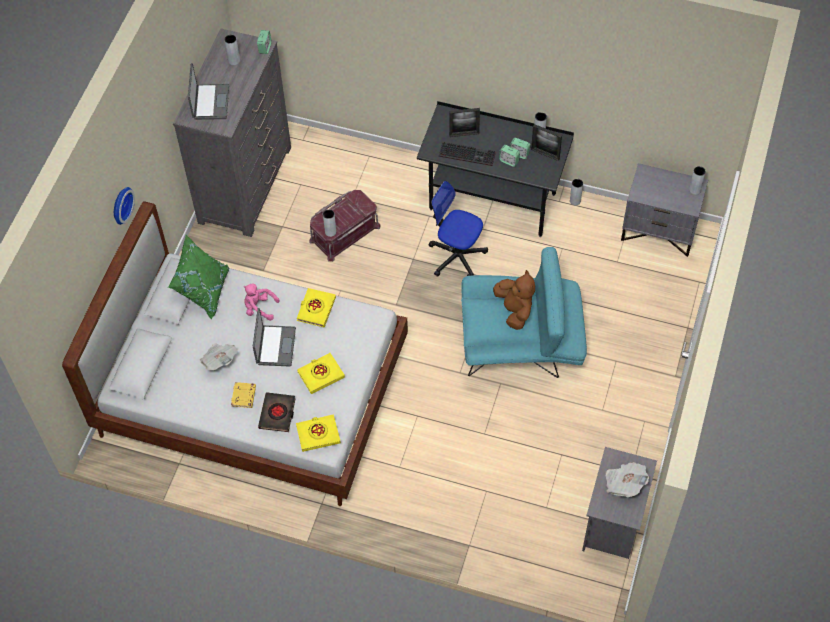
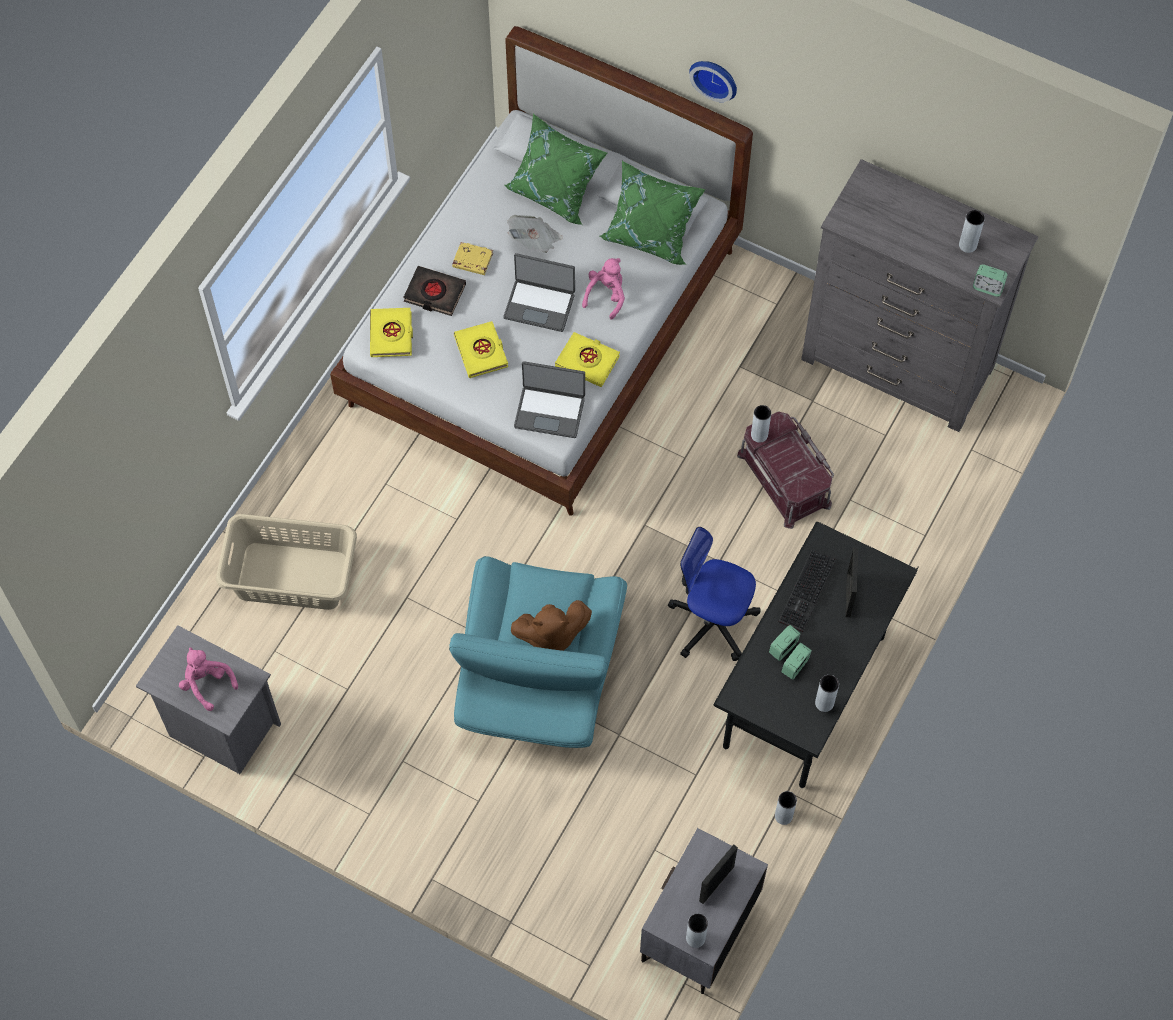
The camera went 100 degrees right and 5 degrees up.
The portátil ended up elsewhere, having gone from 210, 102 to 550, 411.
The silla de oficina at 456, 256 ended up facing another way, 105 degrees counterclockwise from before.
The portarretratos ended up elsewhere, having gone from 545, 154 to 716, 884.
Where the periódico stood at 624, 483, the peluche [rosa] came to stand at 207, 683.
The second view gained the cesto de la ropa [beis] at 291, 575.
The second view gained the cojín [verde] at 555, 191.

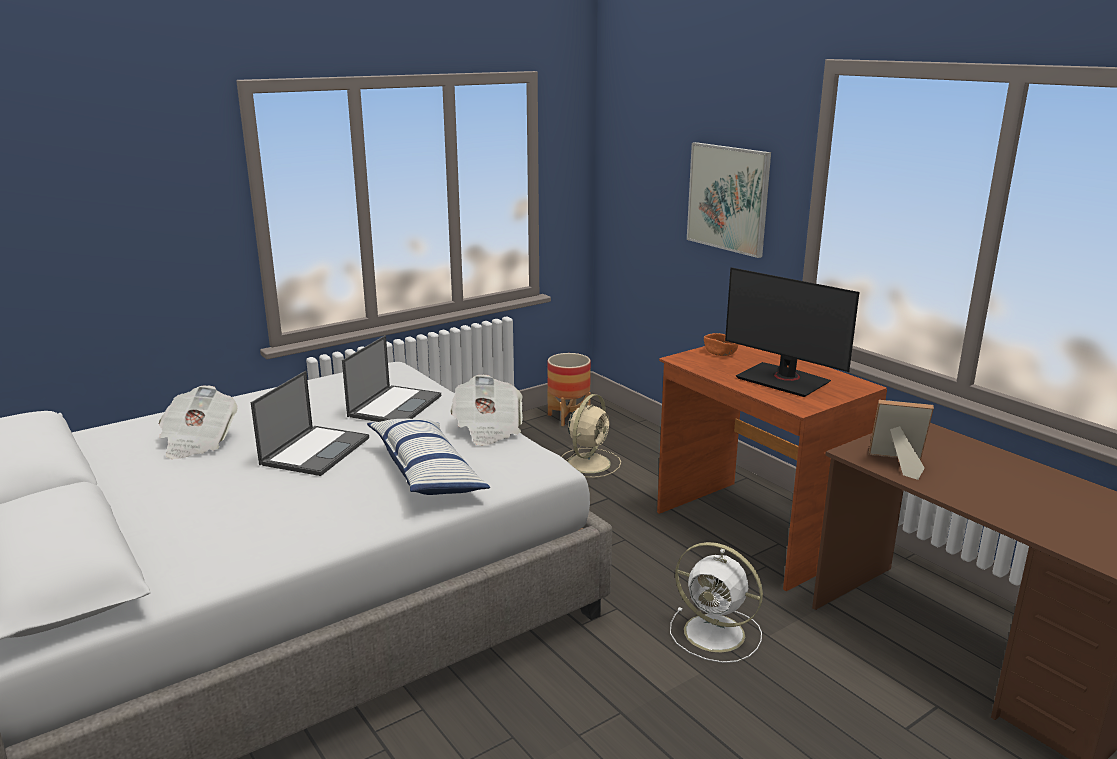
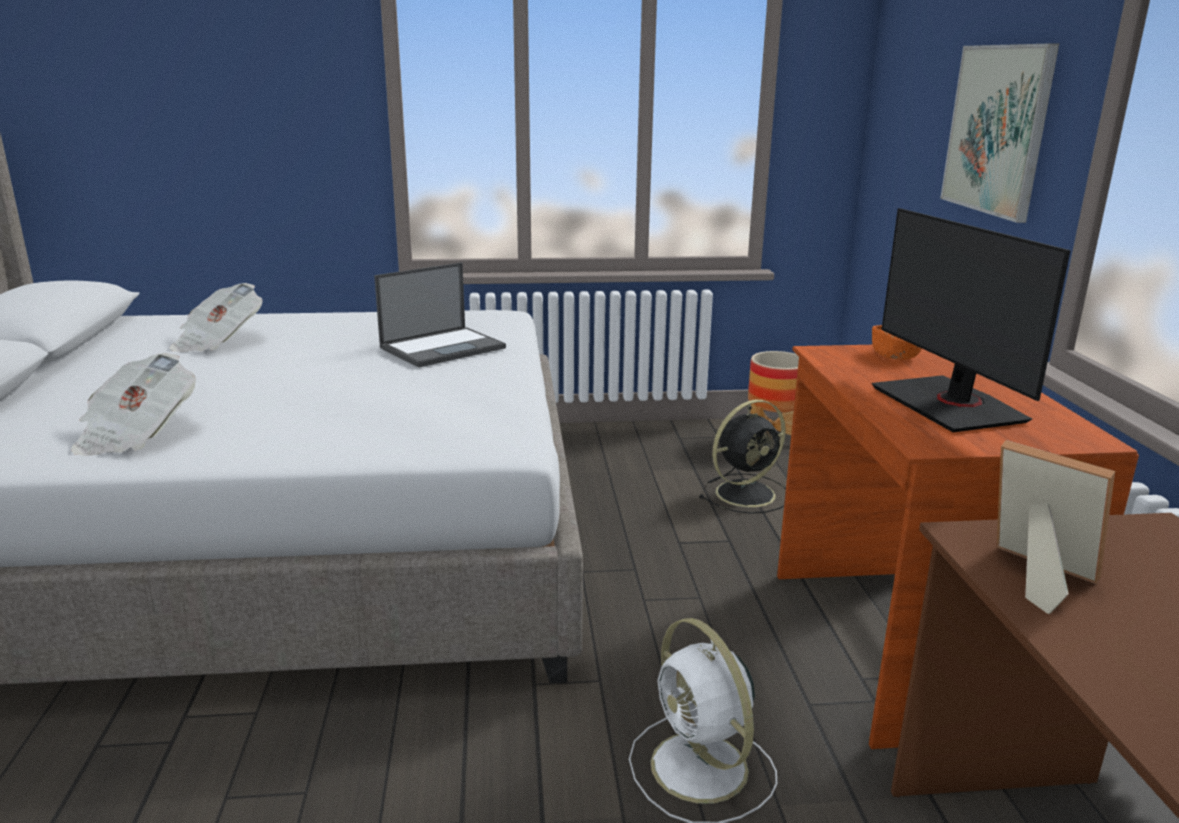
The camera went 30 degrees right and 0 degrees up.
The second view lost the portátil at 316, 450.
The second view lost the cojín at 426, 471.
The periódico ended up elsewhere, having gone from 488, 429 to 136, 435.
What was the ventilador [beis] at 590, 462 turned into the ventilador [negro] at 747, 493.

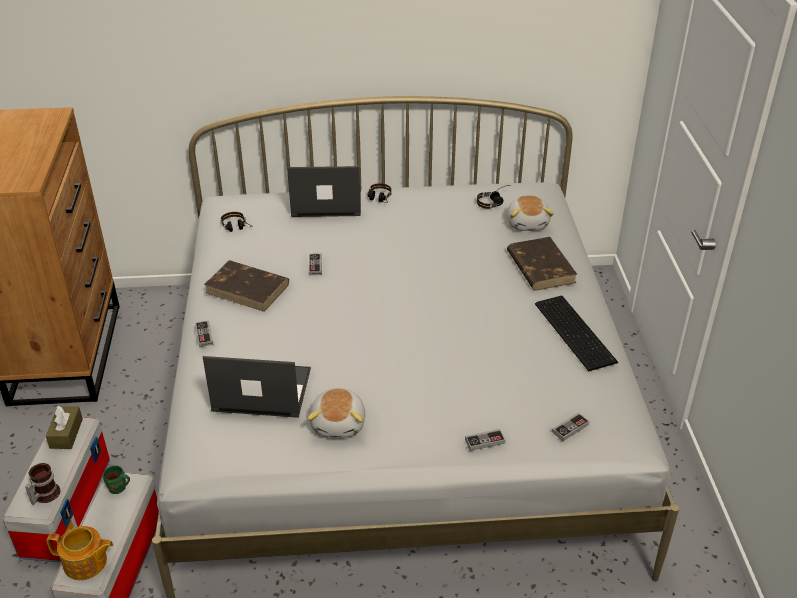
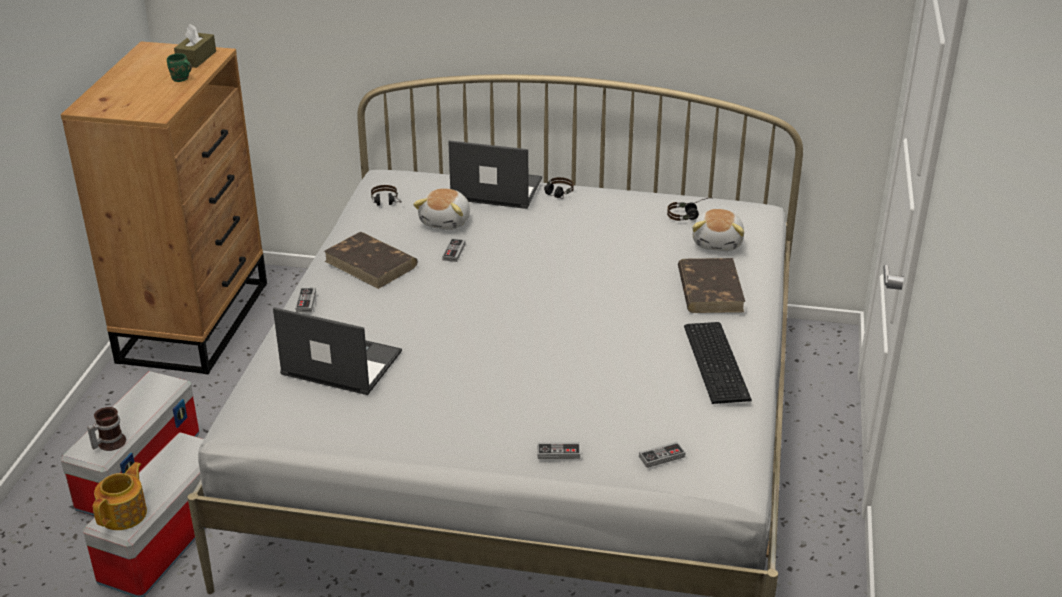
The camera went 15 degrees right and 5 degrees down.
The caja de pañuelos [marrón] ended up elsewhere, having gone from 66, 433 to 196, 58.
The tetera at 86, 563 ended up facing another way, 90 degrees counterclockwise from before.
The taza grande [verde] ended up elsewhere, having gone from 118, 489 to 181, 79.
The peluche ended up elsewhere, having gone from 339, 423 to 446, 221.

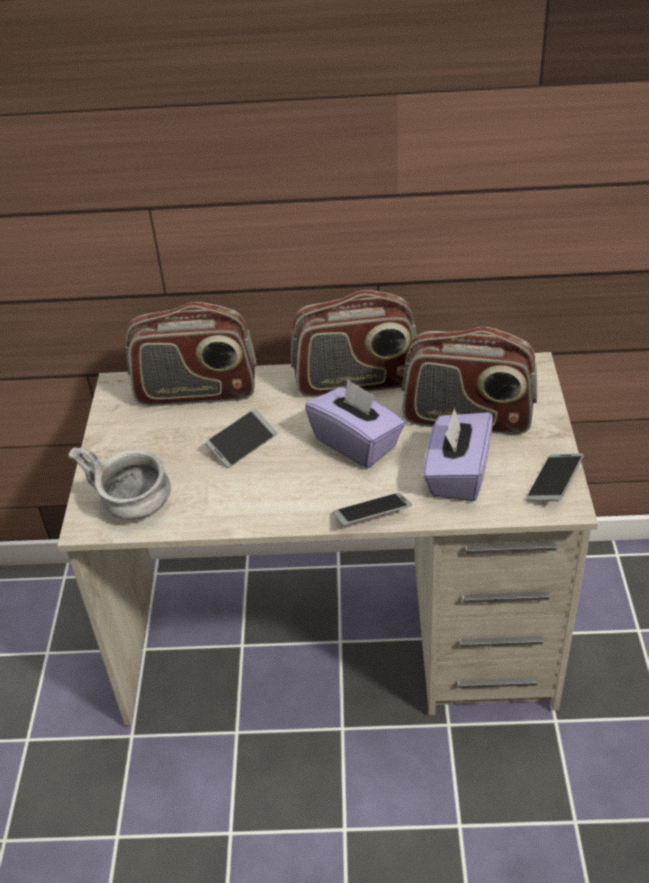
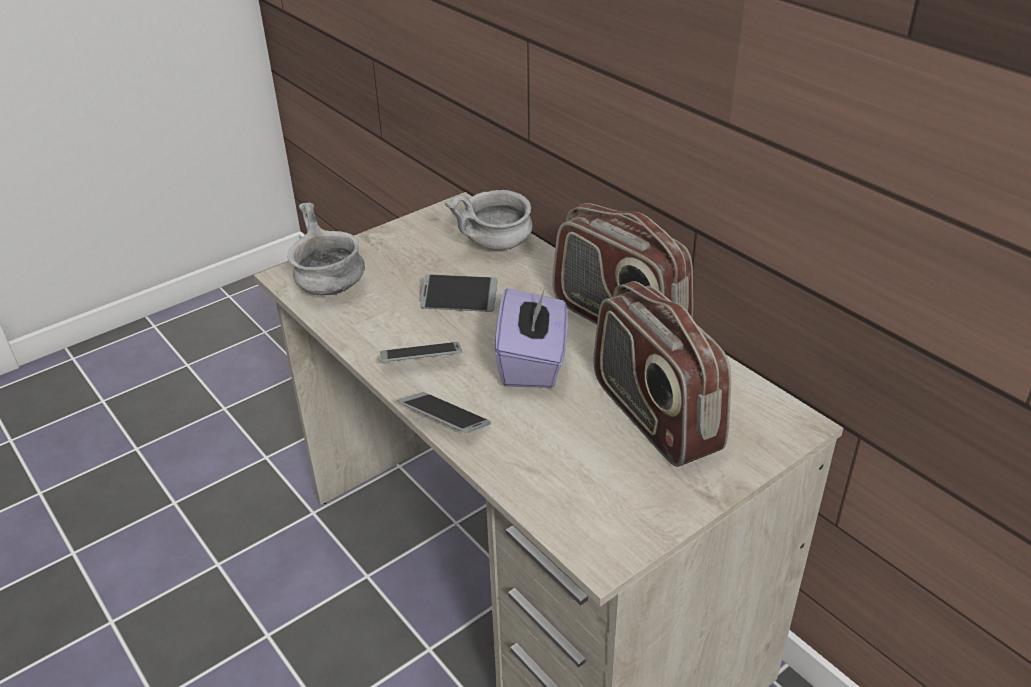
The camera went 50 degrees right and 5 degrees down.
Where the radio stood at 196, 392, the cuenco [gris] came to stand at 497, 245.
The second view lost the caja de pañuelos [morado] at 457, 475.
The móvil ended up elsewhere, having gone from 554, 483 to 421, 359.

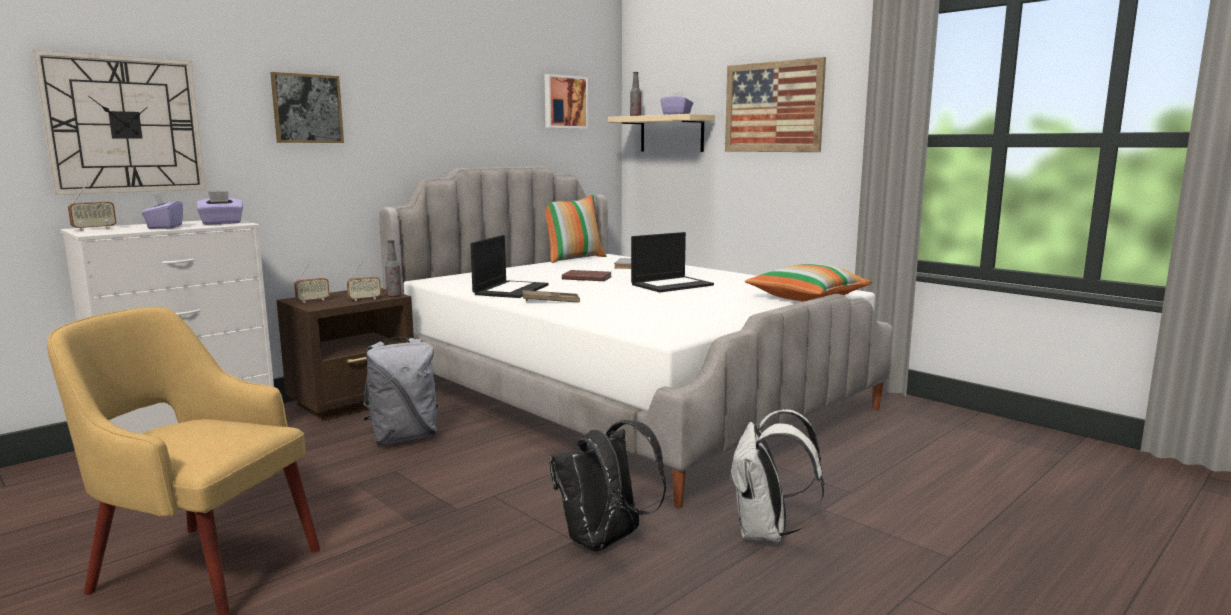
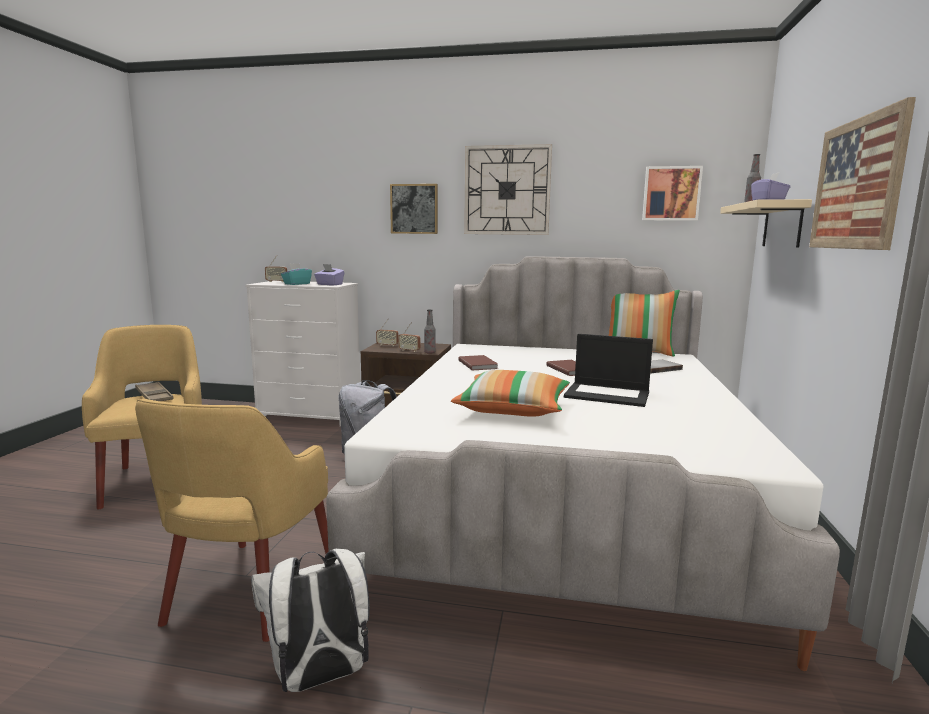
The camera went 55 degrees right and 0 degrees up.
The reloj de pared ended up elsewhere, having gone from 124, 125 to 507, 190.
What was the caja de pañuelos [morado] at 164, 227 turned into the caja de pañuelos [turquesa] at 296, 284.
Where the portátil stood at 511, 289, the libro [marrón] came to stand at 478, 364.
The bandeja [marrón] ended up elsewhere, having gone from 550, 301 to 154, 396.
Where the mochila [negro] stood at 605, 542, the sillón [amarillo] came to stand at 249, 590.
The cojín ended up elsewhere, having gone from 807, 298 to 513, 409.

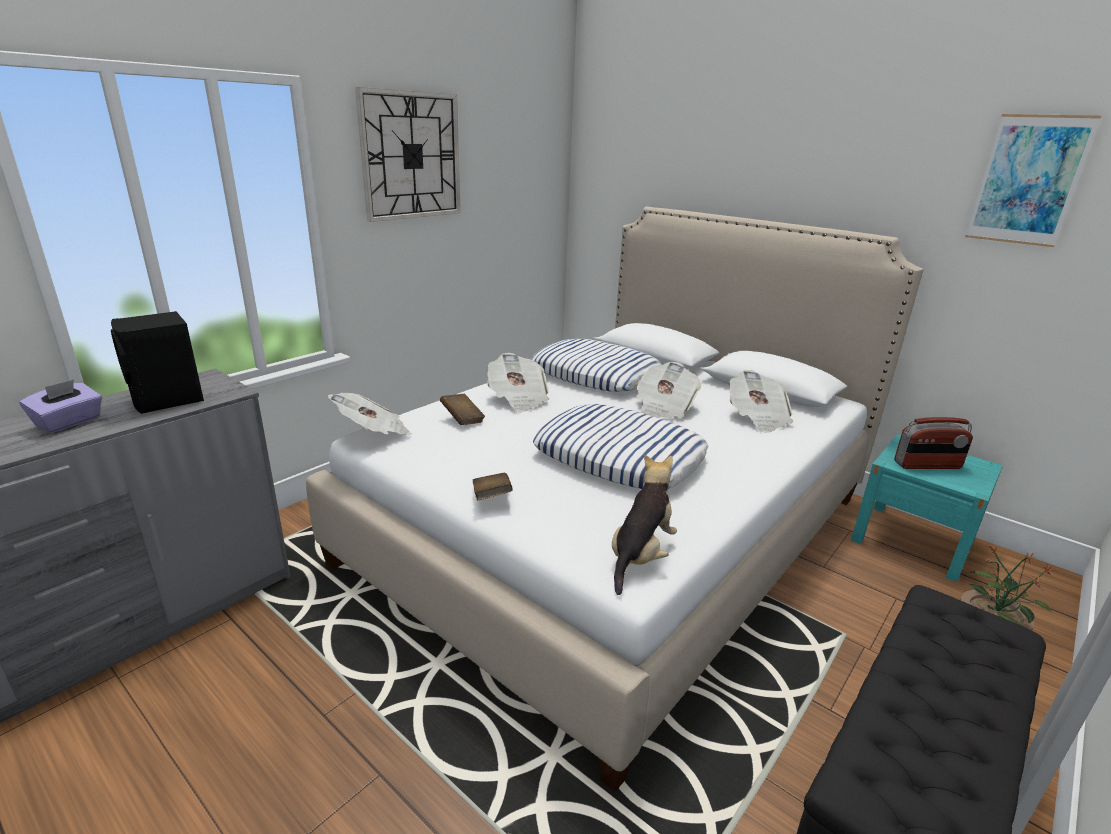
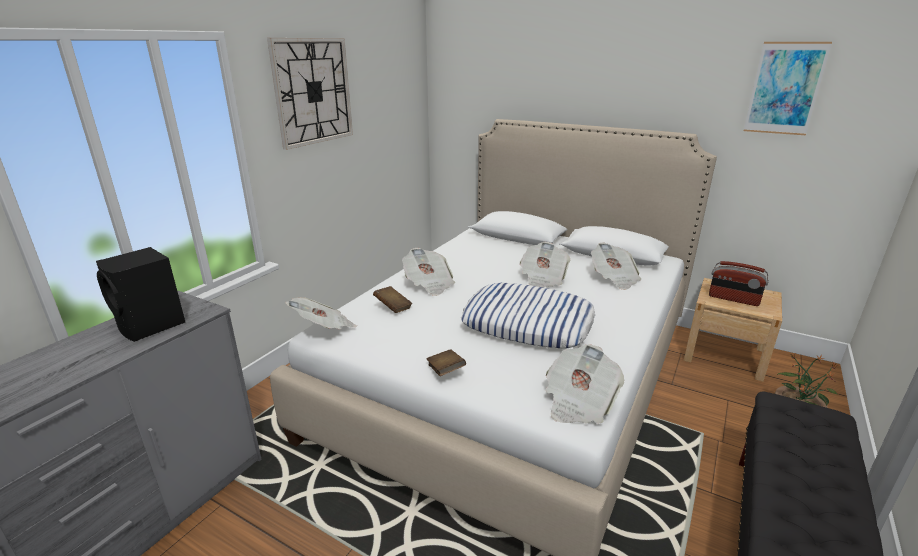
The camera went 10 degrees left and 0 degrees up.
The second view lost the caja de pañuelos [morado] at 69, 422.
The second view lost the cojín at 595, 374.
Where the peluche stood at 640, 555, the periódico came to stand at 578, 402.
What was the mesita de noche [turquesa] at 912, 540 turned into the mesita de noche [beis] at 724, 354.
The radio at 927, 465 ended up facing another way, 45 degrees clockwise from before.

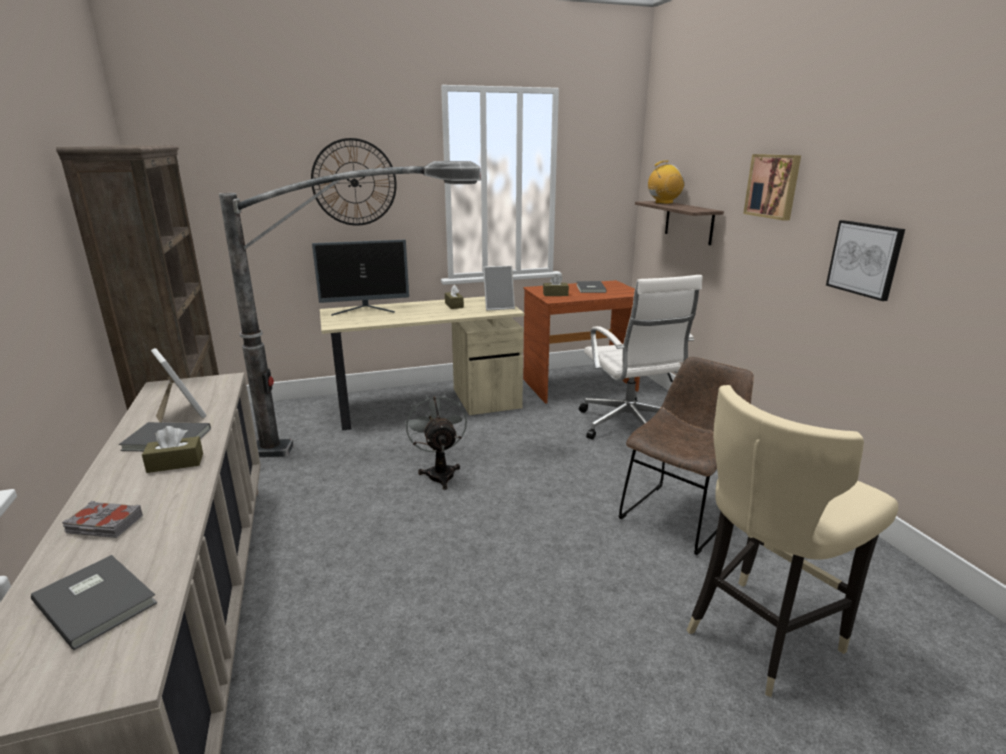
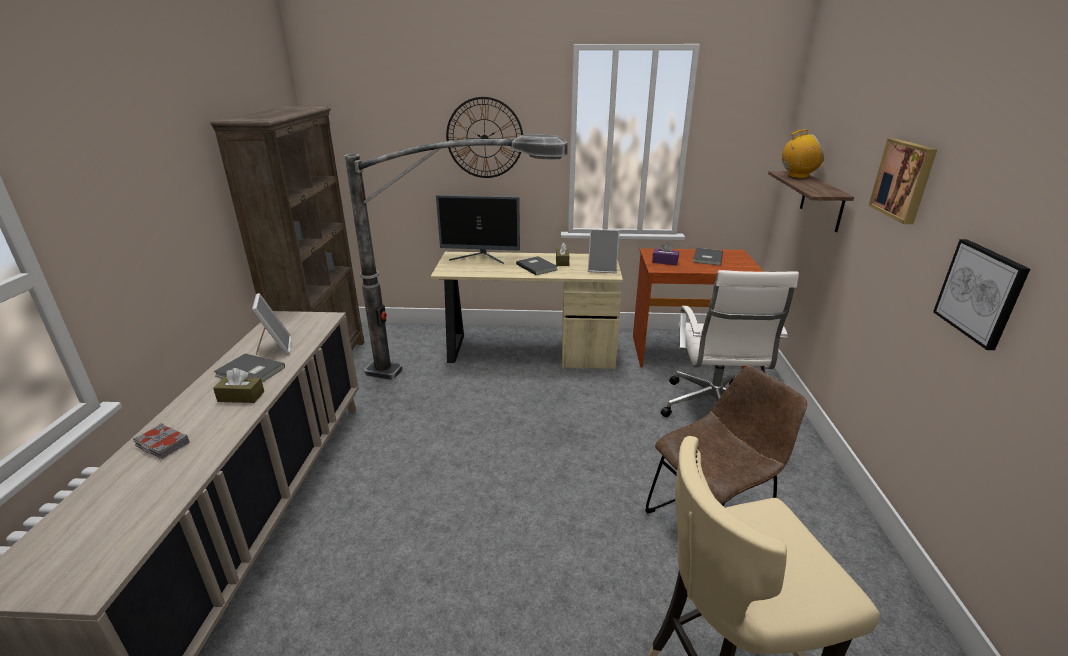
The camera went 20 degrees right and 5 degrees up.
The libro [gris] ended up elsewhere, having gone from 97, 600 to 537, 266.
The second view lost the ventilador [gris] at 439, 472.
What was the caja de pañuelos [marrón] at 555, 294 turned into the caja de pañuelos [morado] at 665, 261.

